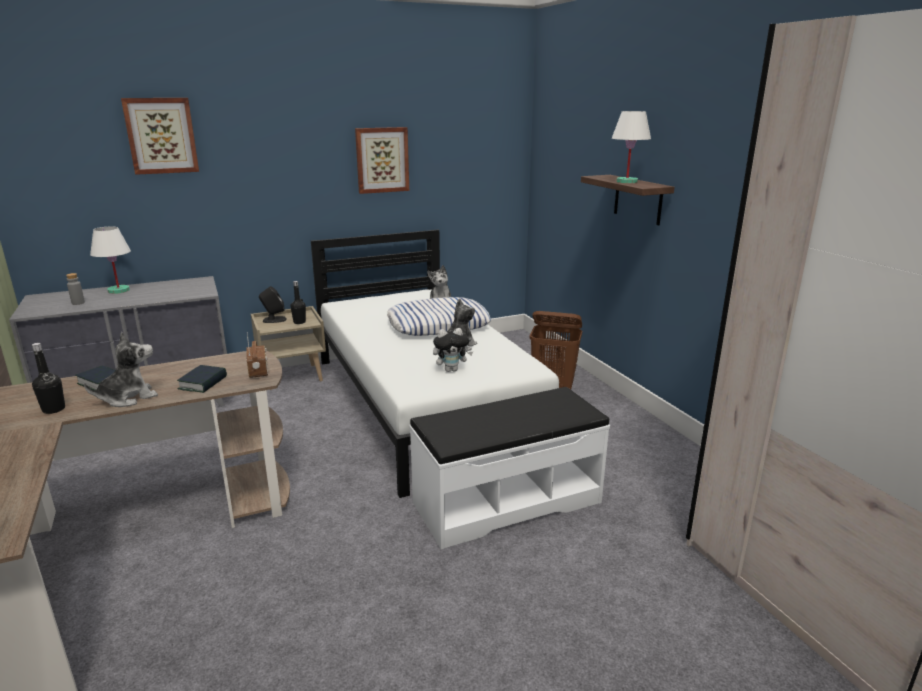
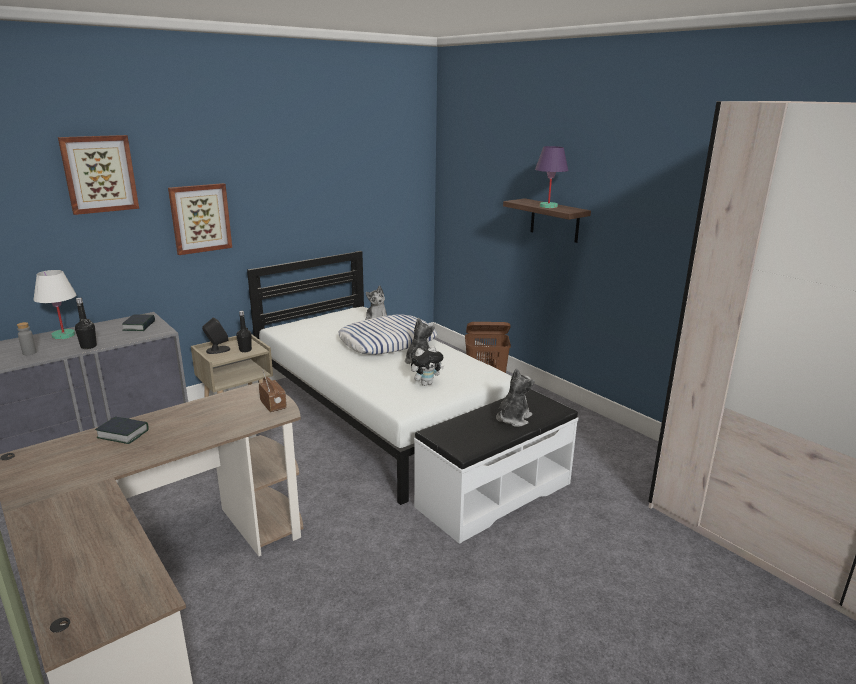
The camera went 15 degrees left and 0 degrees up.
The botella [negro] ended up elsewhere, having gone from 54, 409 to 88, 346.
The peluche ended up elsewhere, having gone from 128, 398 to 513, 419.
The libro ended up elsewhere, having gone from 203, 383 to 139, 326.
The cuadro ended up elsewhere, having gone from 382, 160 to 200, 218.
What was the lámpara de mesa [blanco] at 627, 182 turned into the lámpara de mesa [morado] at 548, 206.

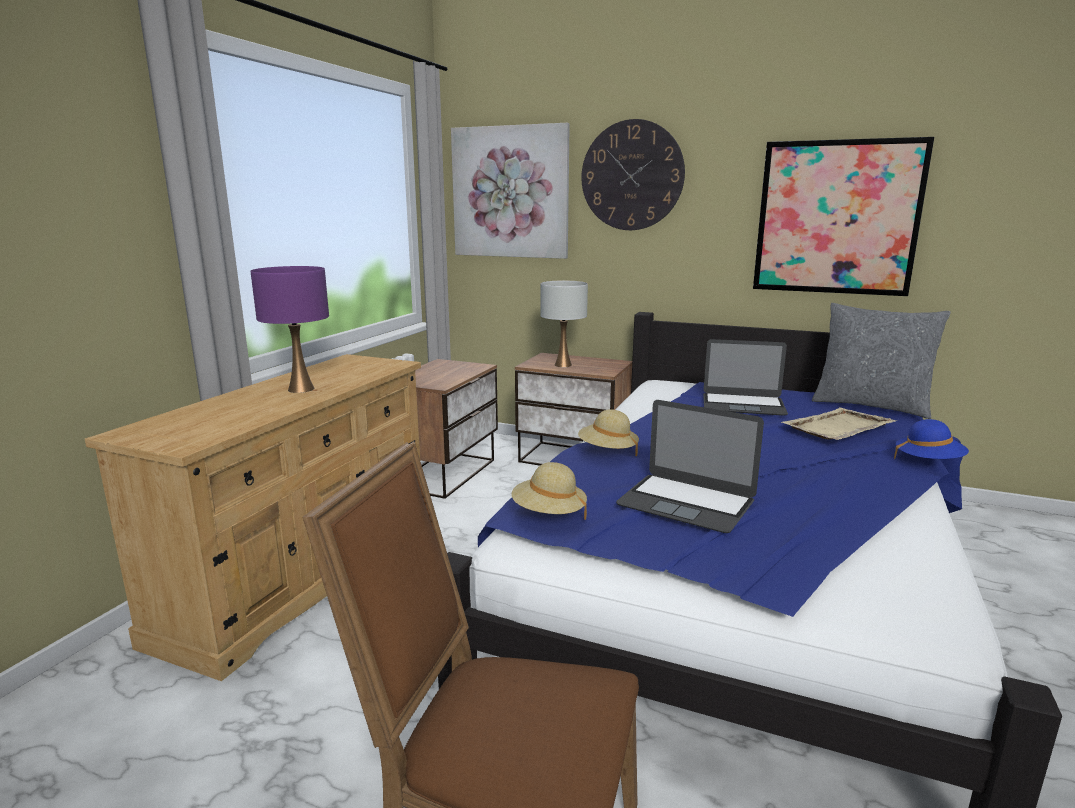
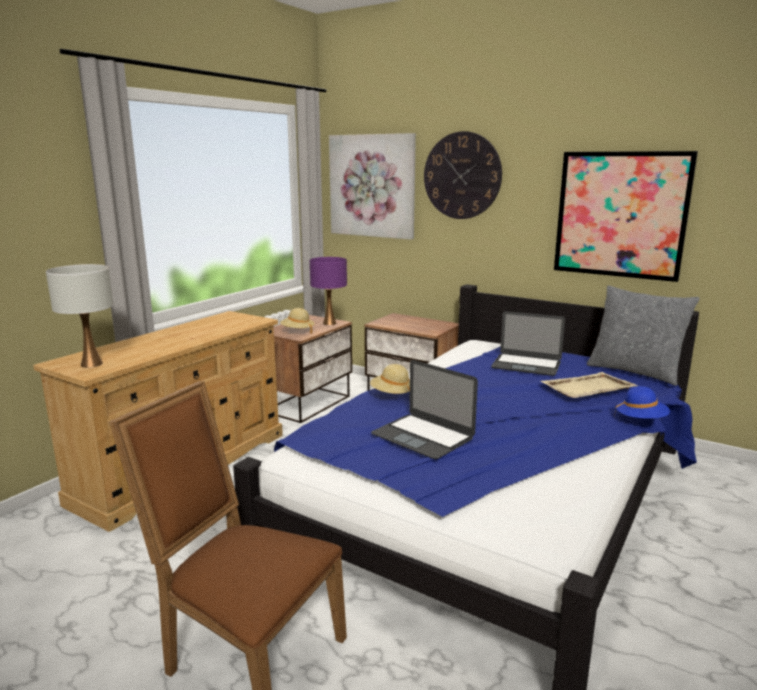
The camera went 10 degrees right and 0 degrees up.
The lámpara de mesa [morado] ended up elsewhere, having gone from 301, 389 to 329, 323.
The sombrero [beis] ended up elsewhere, having gone from 549, 513 to 297, 331.
The lámpara de mesa [blanco] ended up elsewhere, having gone from 563, 365 to 92, 364.

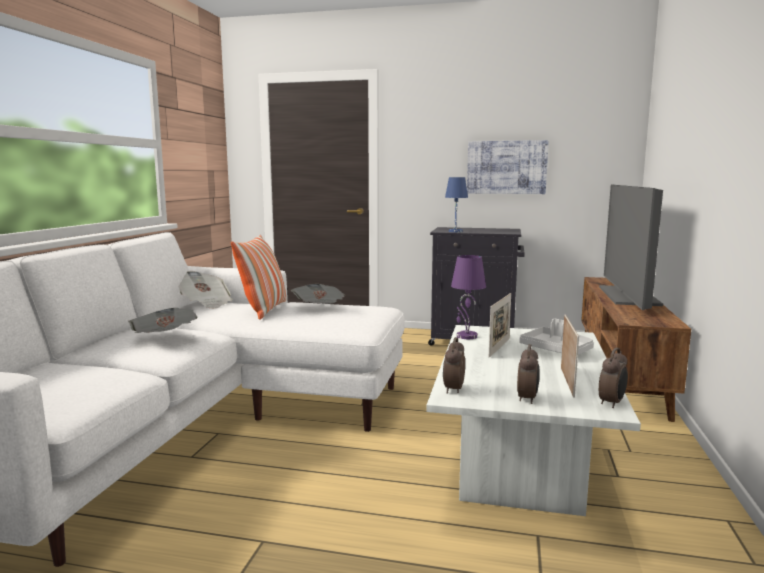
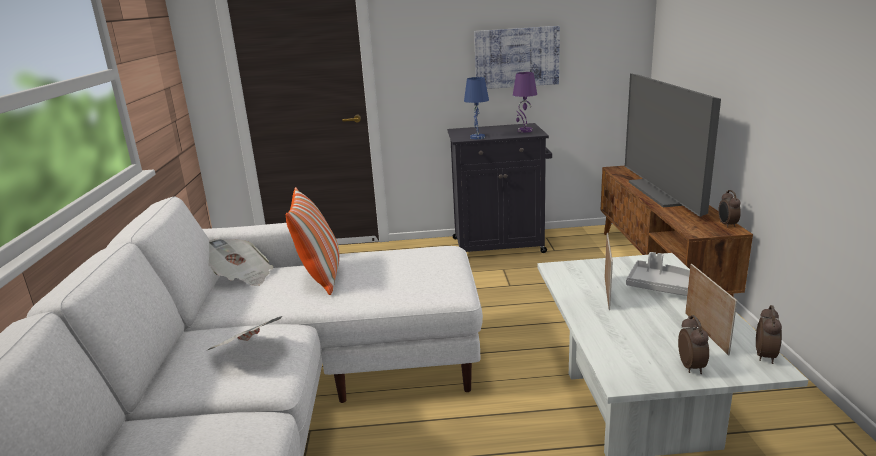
The camera went 15 degrees left and 10 degrees up.
The second view lost the periódico at 319, 309.
The despertador ended up elsewhere, having gone from 453, 389 to 727, 225.
The lámpara de mesa [morado] ended up elsewhere, having gone from 466, 336 to 524, 131.

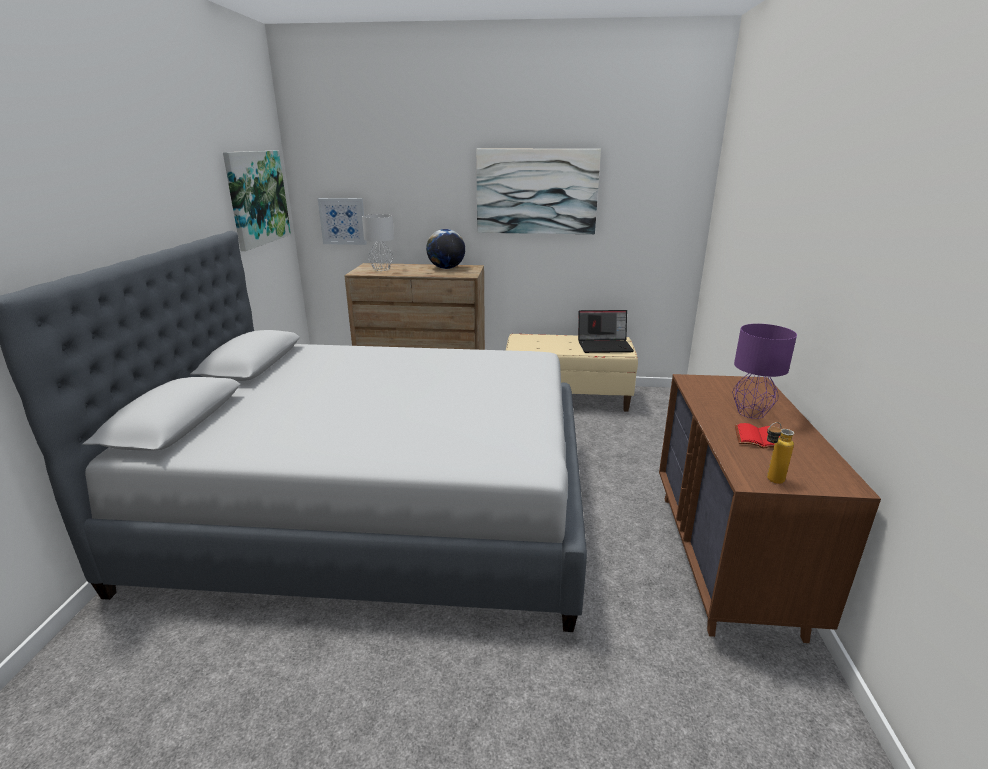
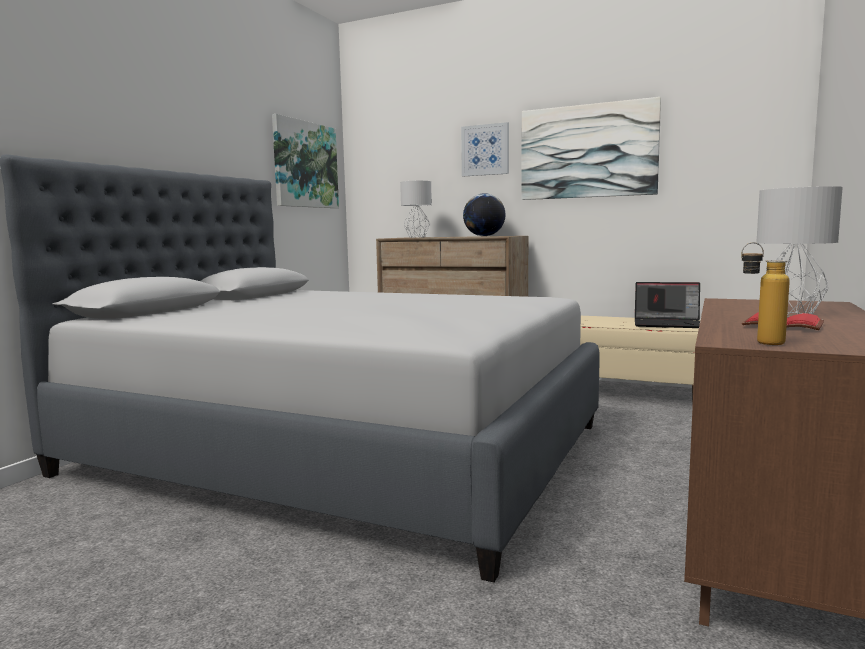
The camera went 20 degrees right and 15 degrees down.
The cuadro ended up elsewhere, having gone from 343, 221 to 485, 150.
What was the lámpara de mesa [morado] at 750, 412 turned into the lámpara de mesa [gris] at 790, 314.

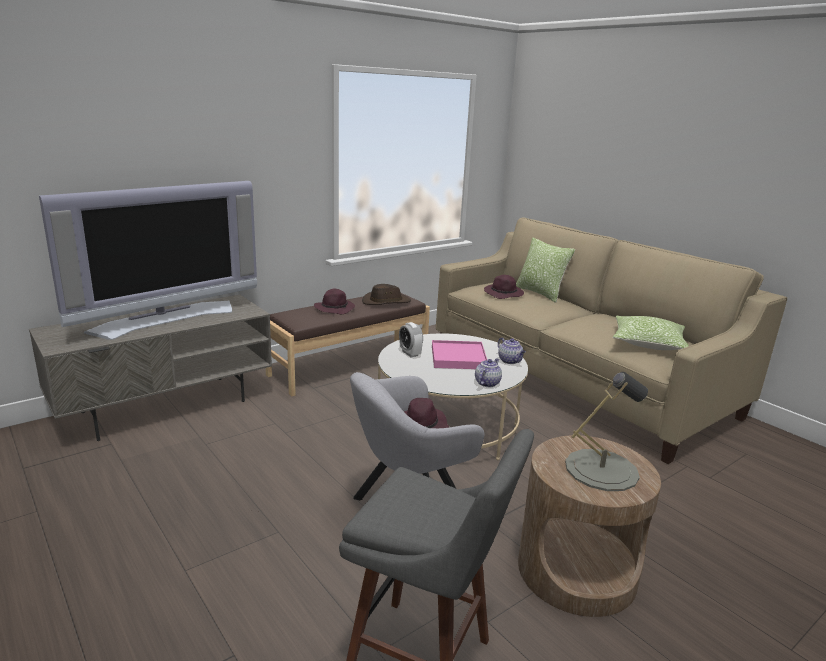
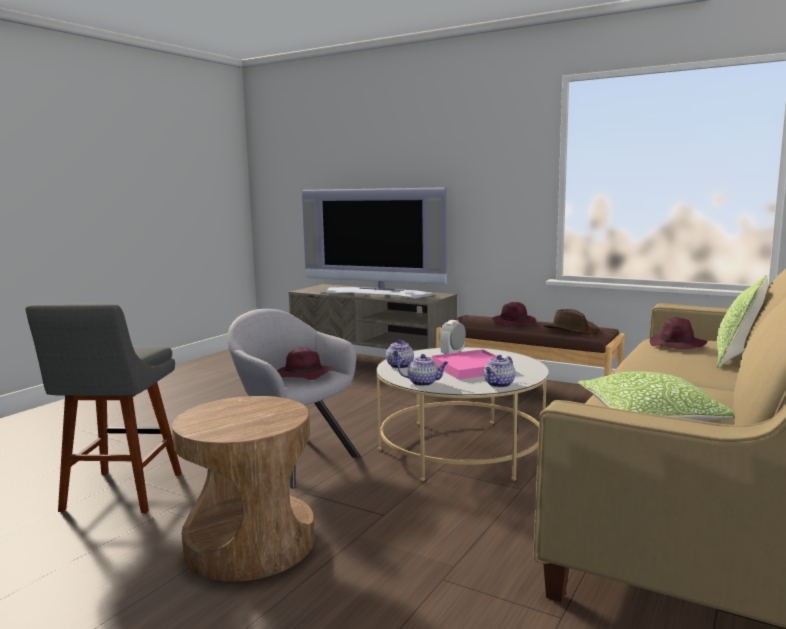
The camera went 70 degrees right and 10 degrees down.
The second view lost the lámpara de mesa [gris] at 601, 469.
The second view gained the tetera at 400, 366.

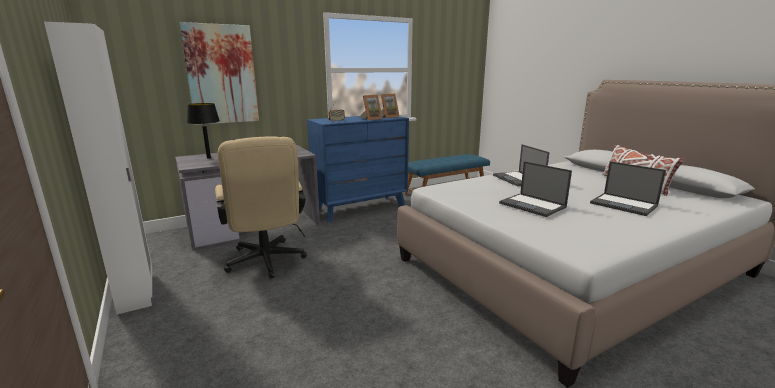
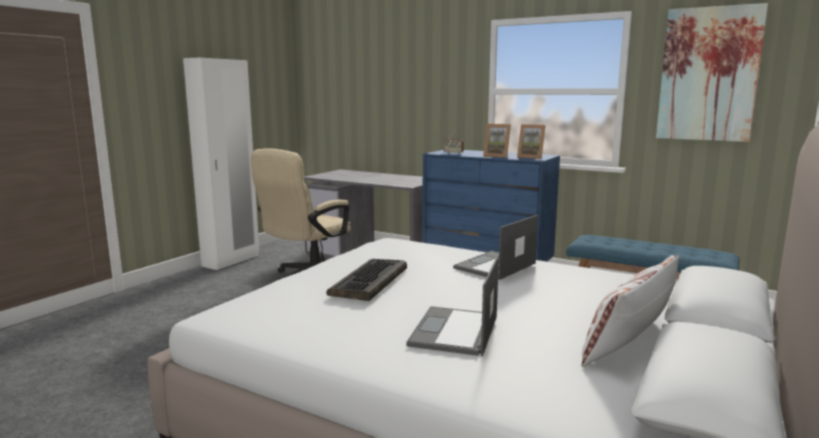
The camera went 60 degrees right and 5 degrees down.
The cuadro ended up elsewhere, having gone from 221, 75 to 708, 74.
The second view lost the lámpara de mesa [negro] at 208, 158.
Where the portátil stood at 533, 205, the teclado came to stand at 370, 281.

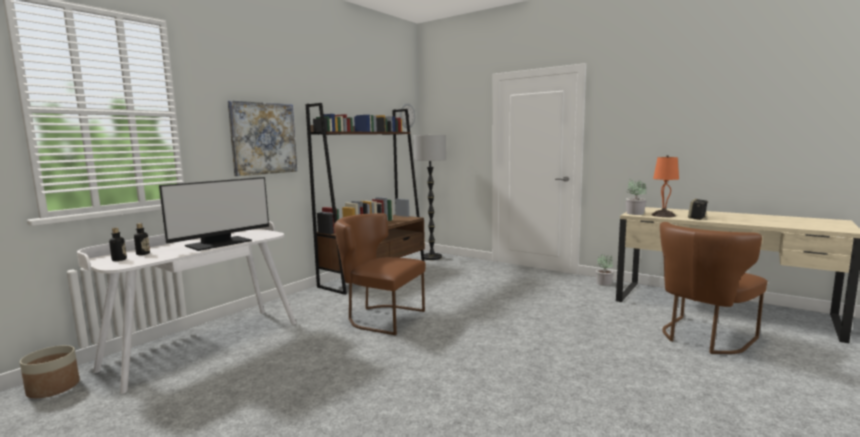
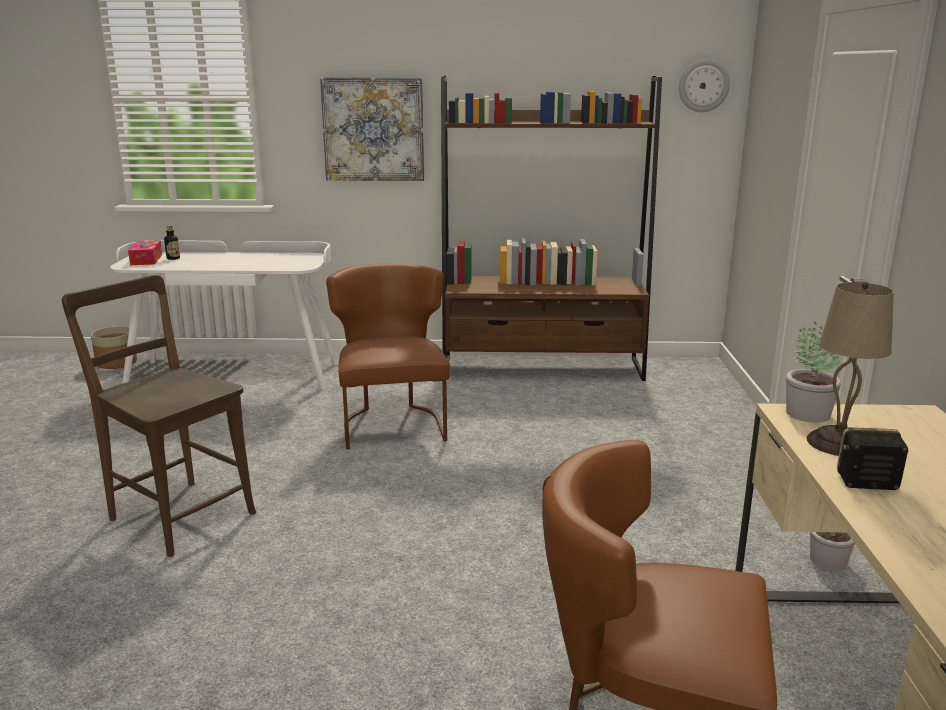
The camera went 55 degrees right and 10 degrees up.
Where the botella stood at 119, 260, the caja de pañuelos came to stand at 146, 259.
The second view lost the monitor at 219, 243.
The second view lost the lámpara de pie at 432, 257.
What was the lámpara de mesa [naranja] at 663, 215 turned into the lámpara de mesa [beis] at 837, 443.
The second view gained the silla [marrón] at 177, 514.

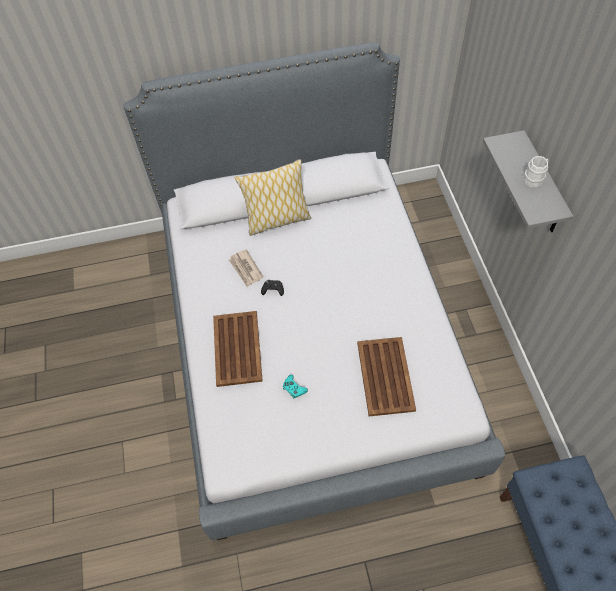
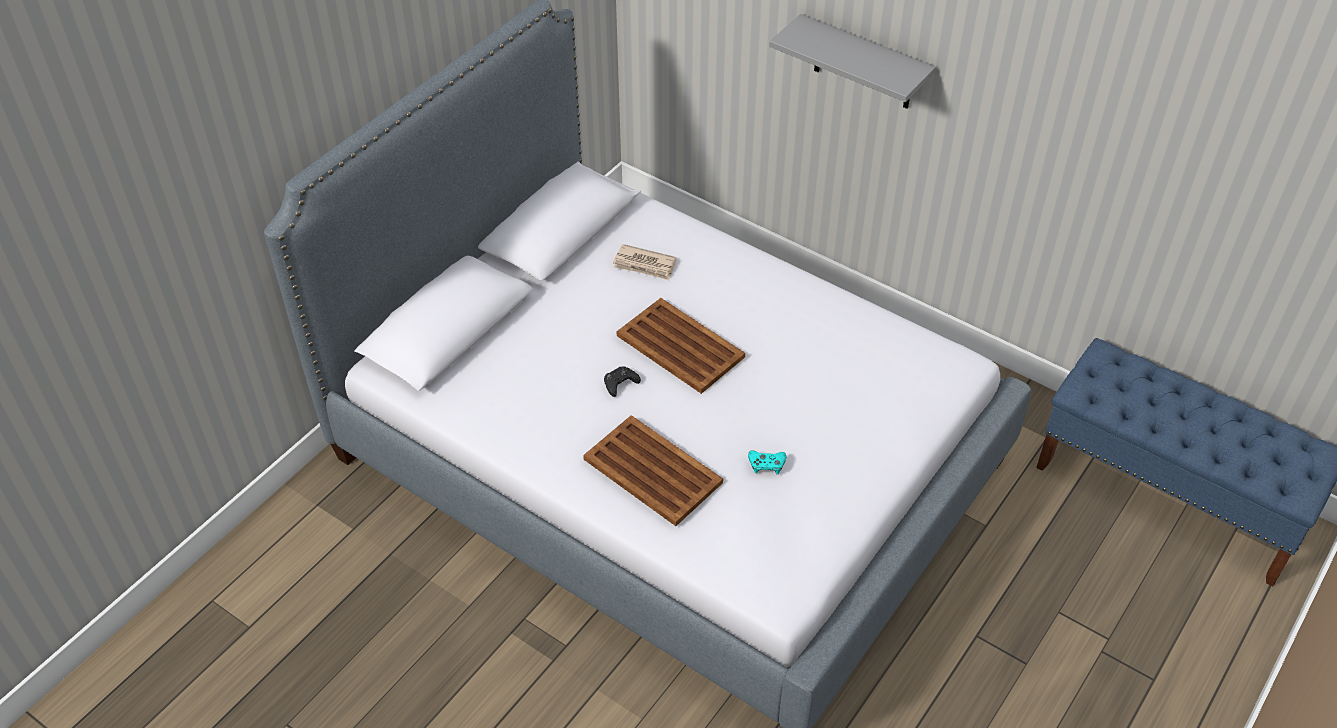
The camera went 45 degrees left and 10 degrees down.
The periódico ended up elsewhere, having gone from 245, 269 to 645, 265.
The second view lost the cojín at 277, 220.
The bandeja [marrón] ended up elsewhere, having gone from 385, 375 to 679, 345.
The second view lost the taza grande [blanco] at 534, 179.

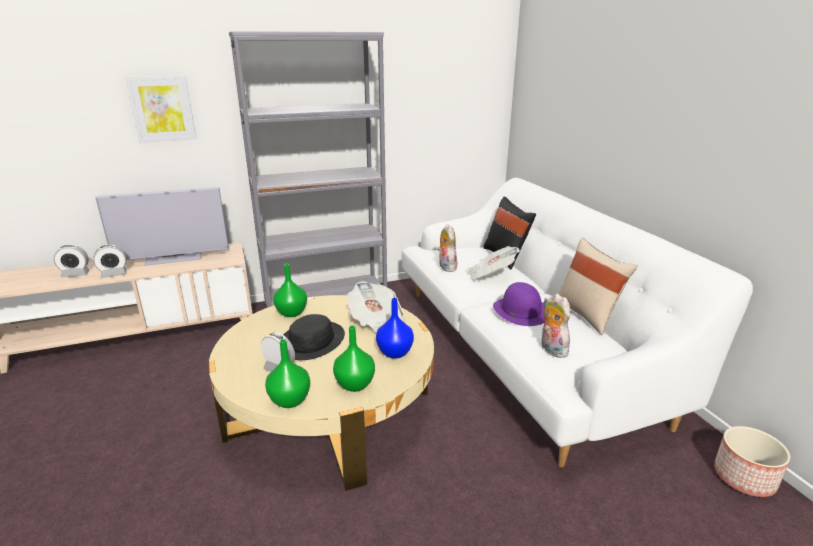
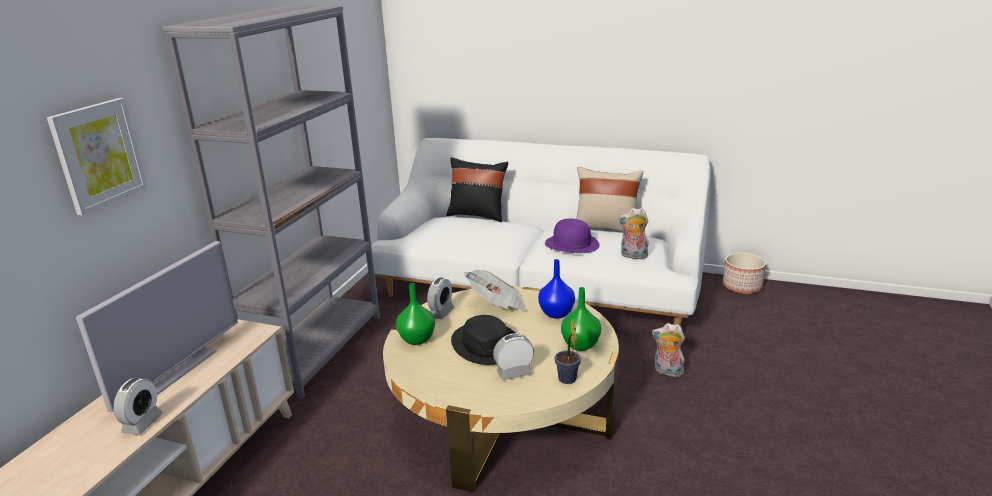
The camera went 50 degrees left and 0 degrees up.
The despertador ended up elsewhere, having gone from 76, 274 to 441, 312.
Where the florero [verde] stood at 290, 400, the planta en maceta came to stand at 567, 380.
The peluche ended up elsewhere, having gone from 446, 267 to 667, 372.
The second view lost the periódico at 490, 275.

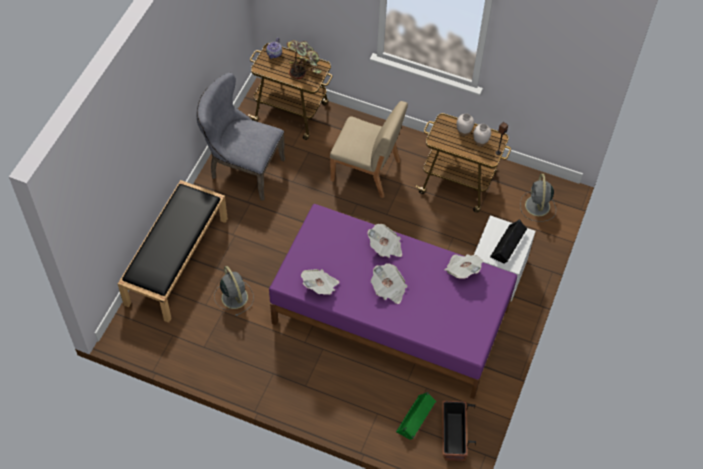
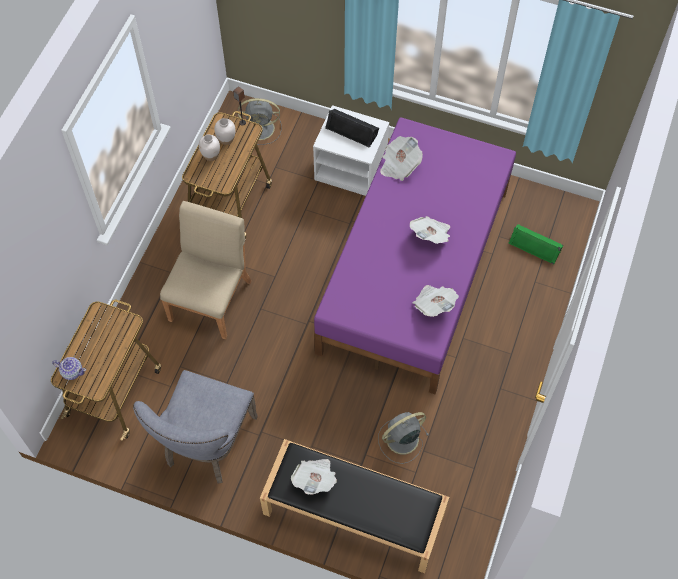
The camera went 90 degrees left and 5 degrees up.
The second view lost the planta en maceta at 303, 66.
The periódico ended up elsewhere, having gone from 385, 247 to 315, 479.
The second view lost the maceta at 453, 436.

